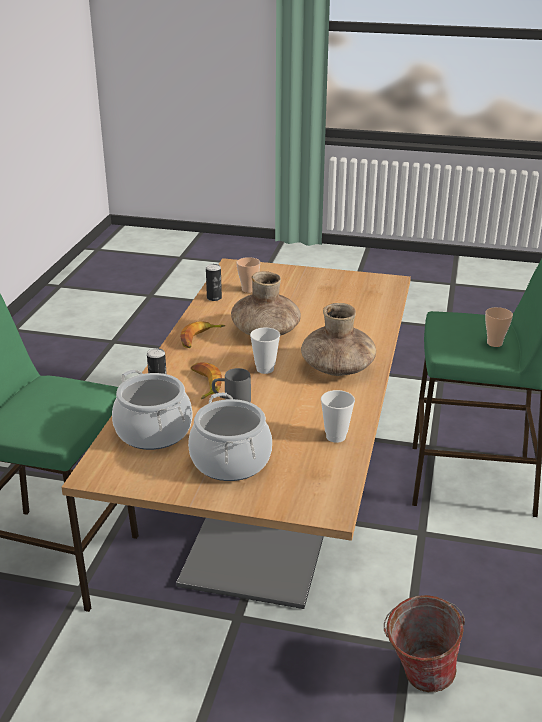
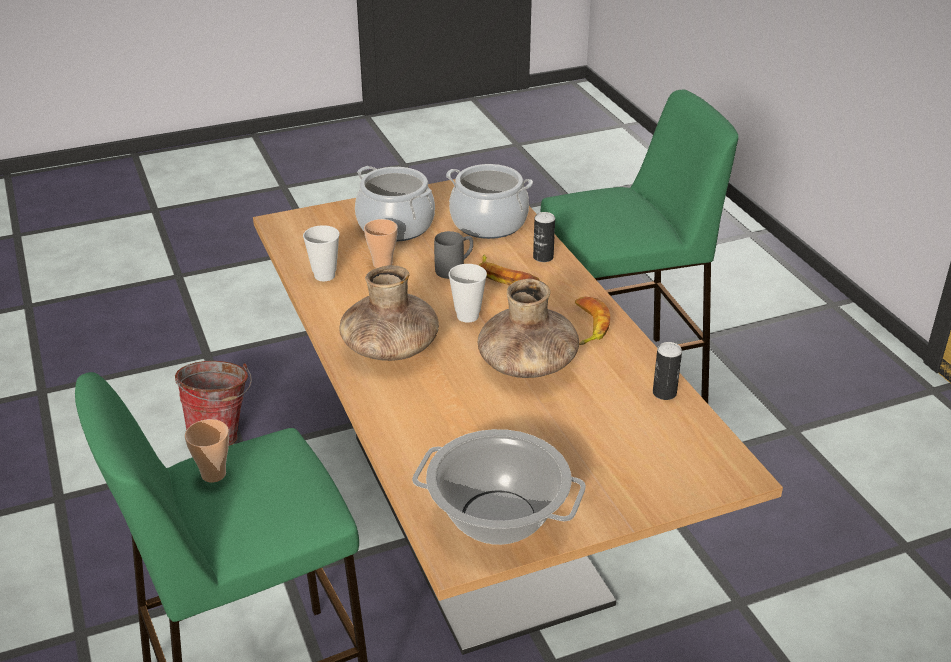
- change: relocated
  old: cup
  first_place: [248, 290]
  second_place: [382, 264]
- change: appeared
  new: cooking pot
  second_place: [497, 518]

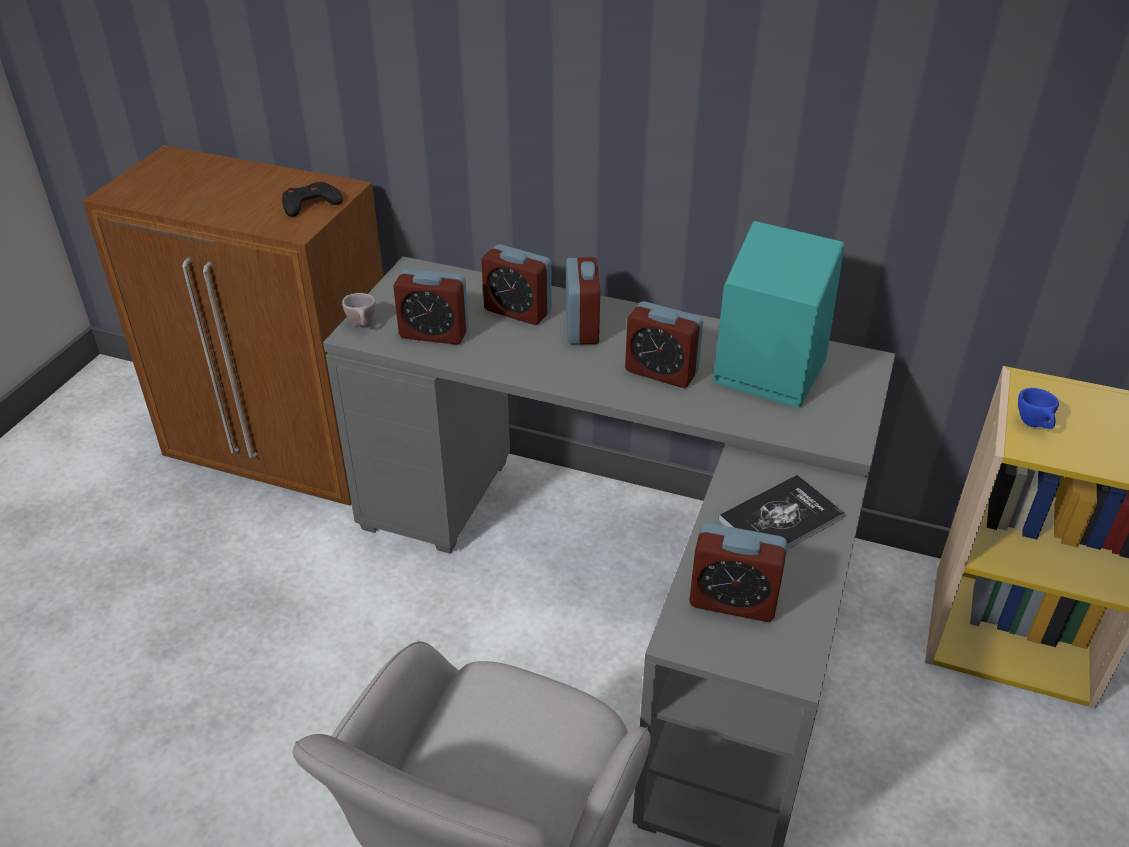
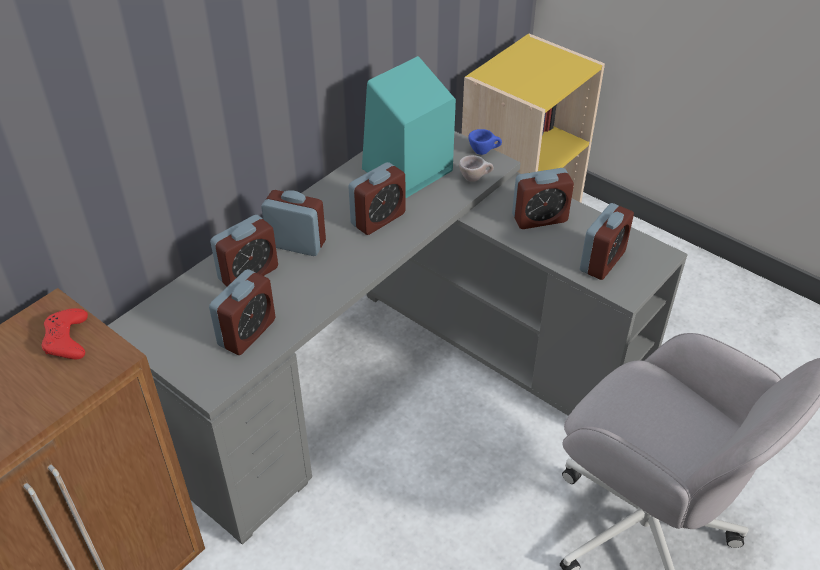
- change: colour
  old: black game controller
  new: red game controller
  first_place: [310, 204]
  second_place: [67, 339]
- change: relocated
  old: beige cup
  first_place: [363, 325]
  second_place: [475, 178]
- change: relocated
  old: blue cup
  first_place: [1035, 425]
  second_place: [484, 152]
- change: exchanged
  old: book
  new: alarm clock
  first_place: [780, 519]
  second_place: [539, 218]

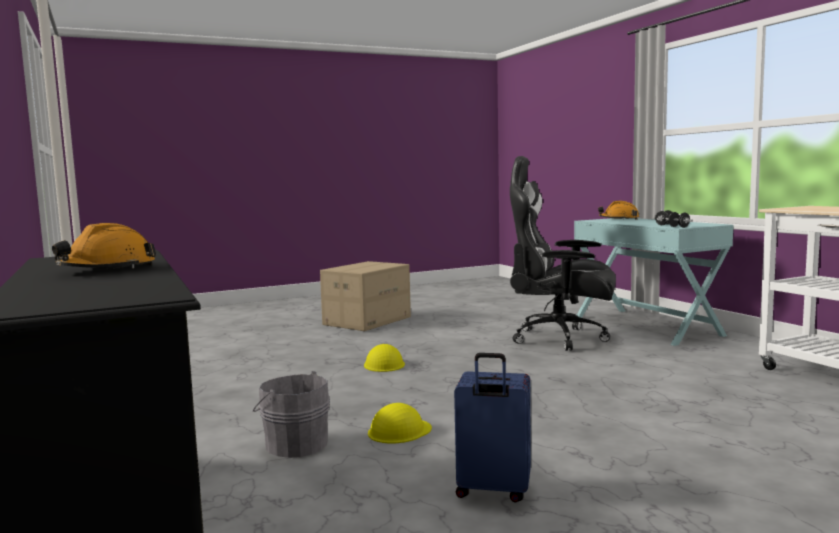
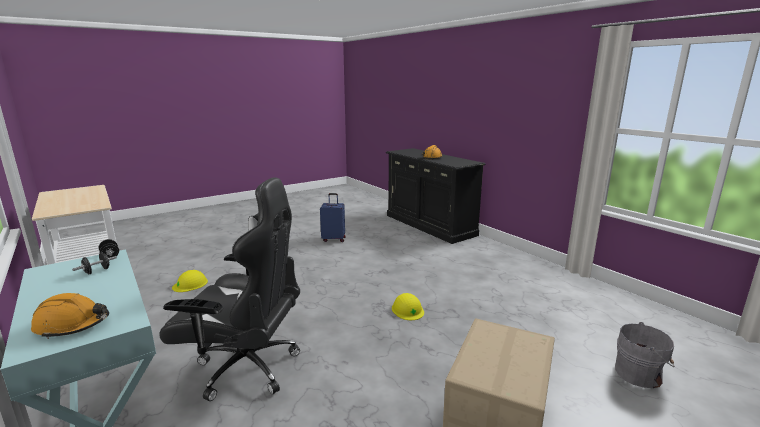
- change: relocated
  old: yellow hard hat
  first_place: [399, 431]
  second_place: [190, 284]
- change: relocated
  old: grey bucket
  first_place: [295, 444]
  second_place: [640, 374]

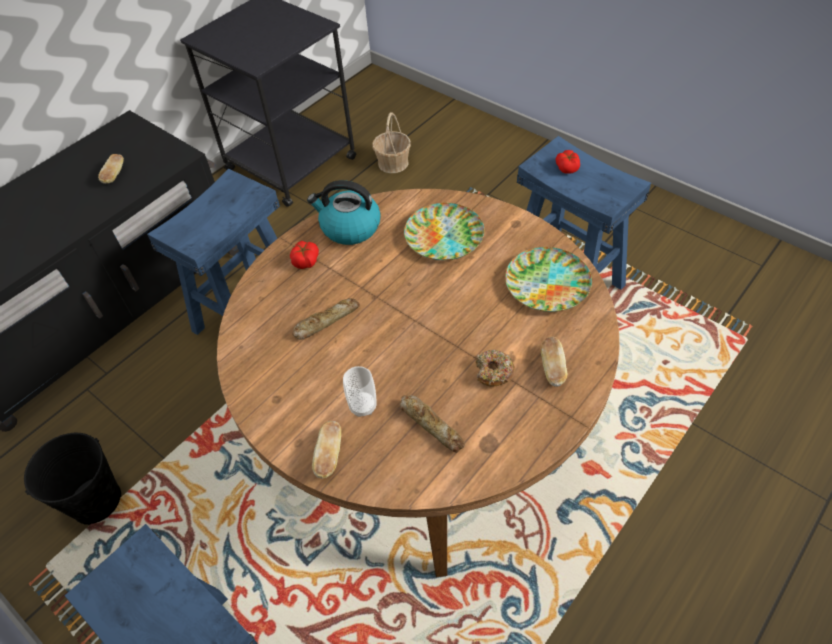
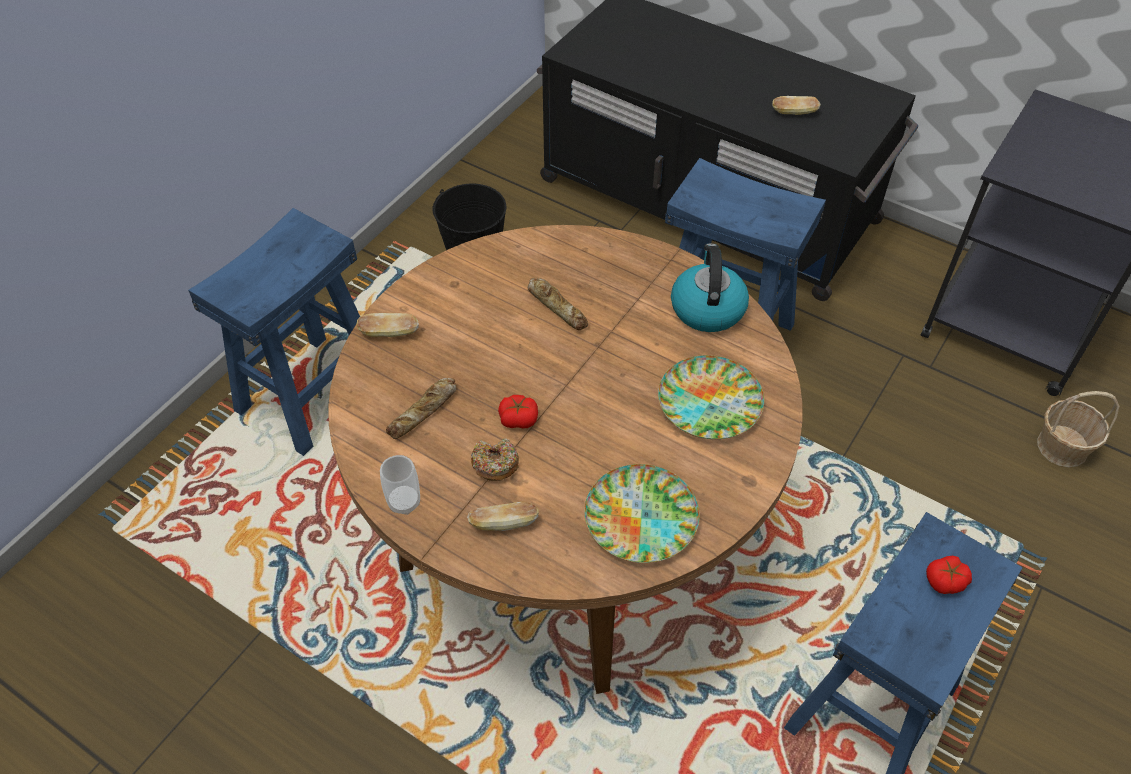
- change: relocated
  old: cup
  first_place: [363, 406]
  second_place: [404, 502]
- change: relocated
  old: tomato
  first_place: [305, 261]
  second_place: [518, 418]

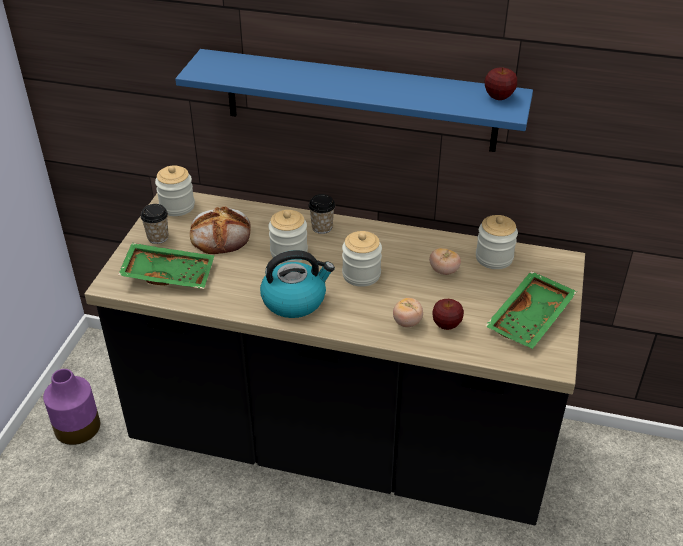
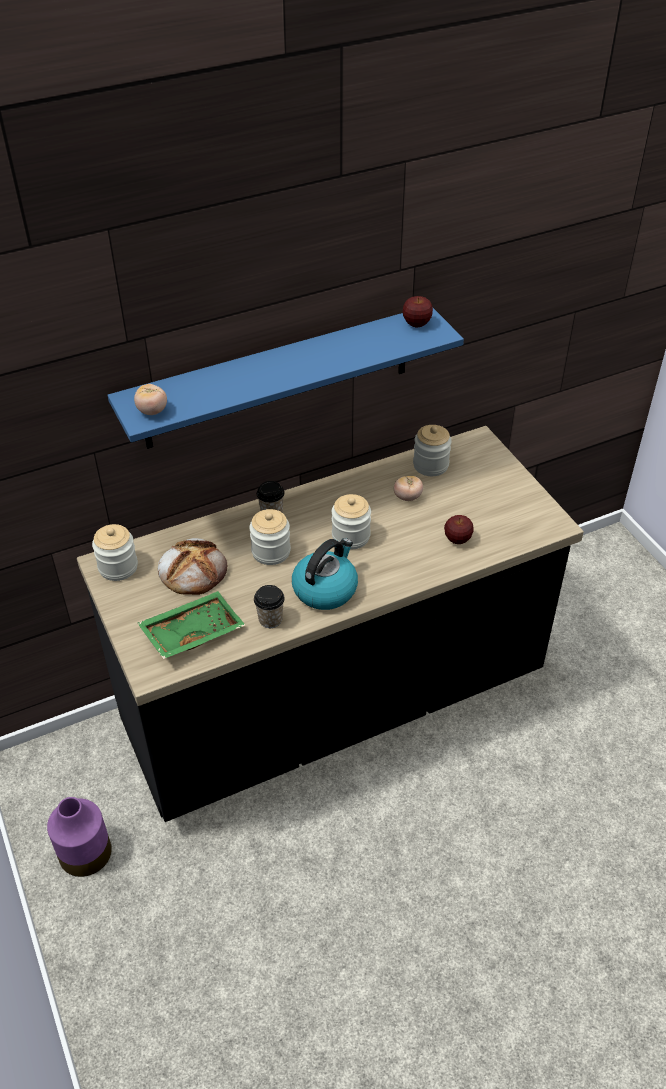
- change: relocated
  old: tomato
  first_place: [407, 322]
  second_place: [152, 411]
- change: relocated
  old: cup
  first_place: [158, 237]
  second_place: [270, 619]
- change: missing
  old: green tray
  first_place: [531, 319]

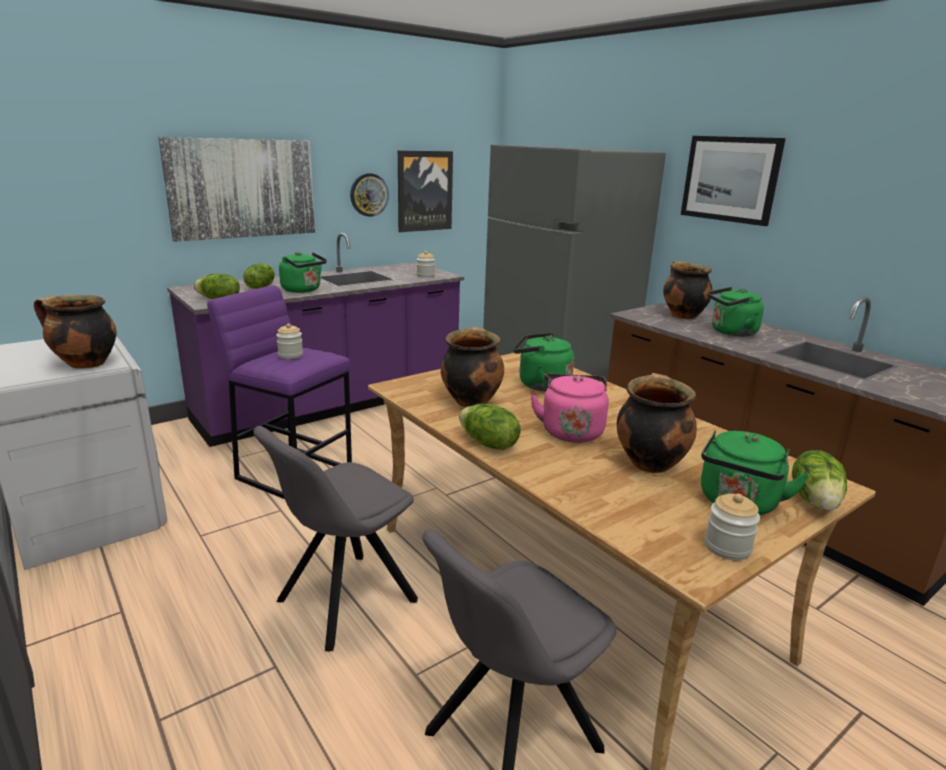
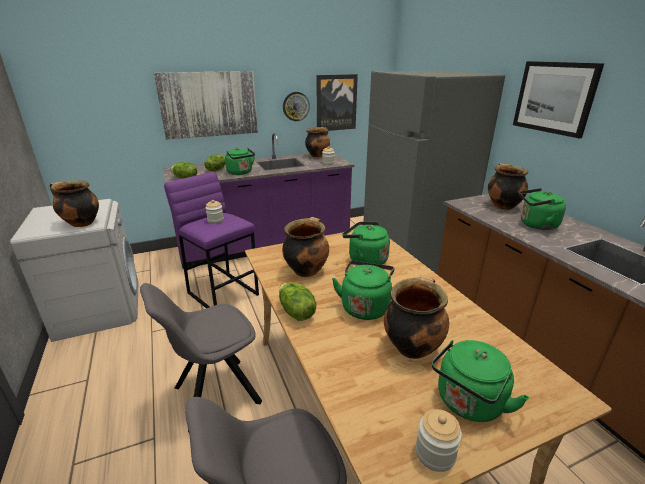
- change: appeared
  new: cooking pot
  second_place: [317, 156]
- change: colour
  old: pink kettle
  new: green kettle
  first_place: [571, 431]
  second_place: [365, 306]
- change: missing
  old: lettuce
  first_place: [815, 500]

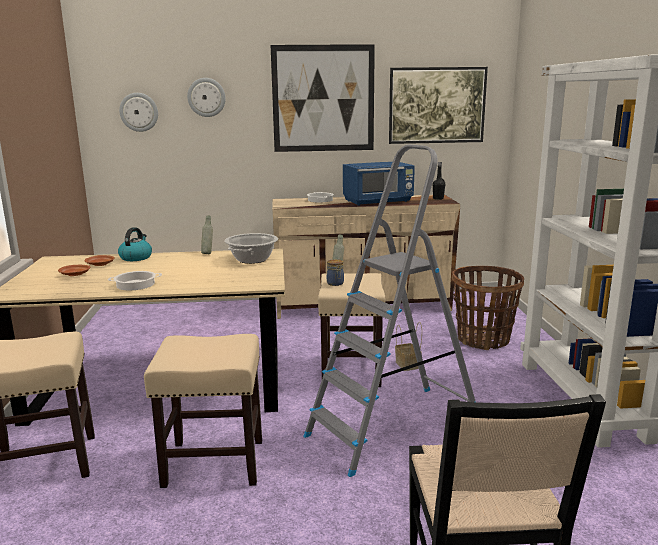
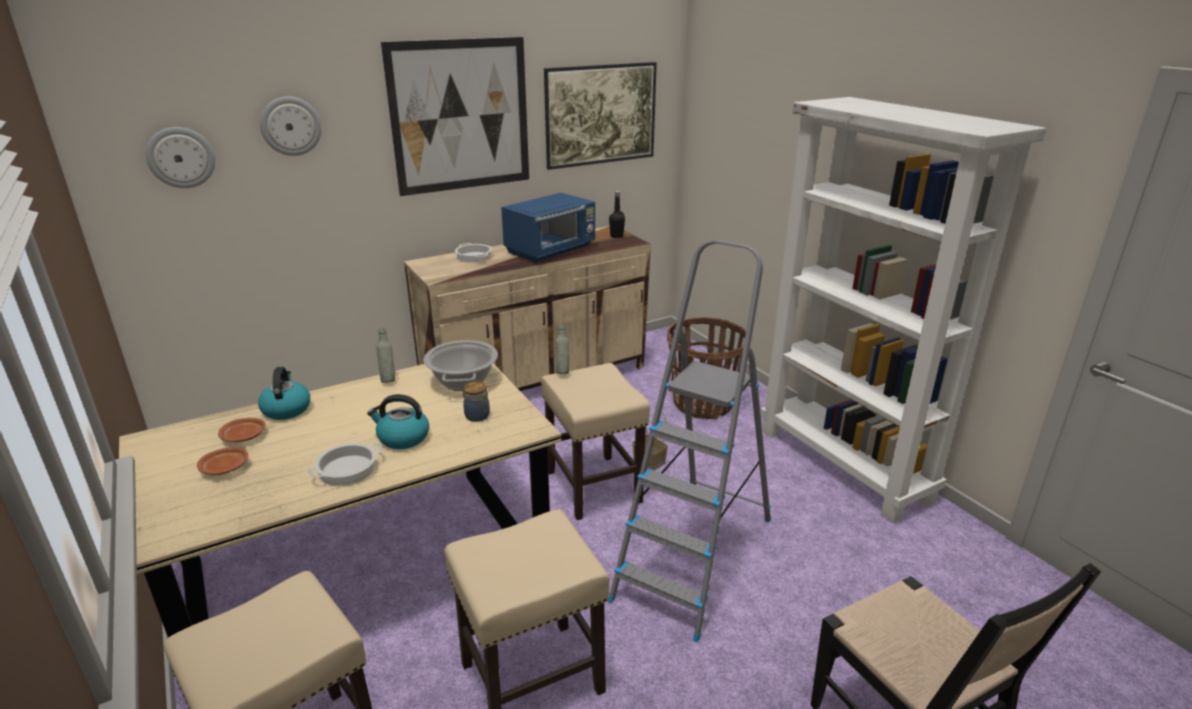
- change: appeared
  new: kettle
  second_place: [402, 438]
- change: relocated
  old: jar
  first_place: [335, 283]
  second_place: [478, 416]

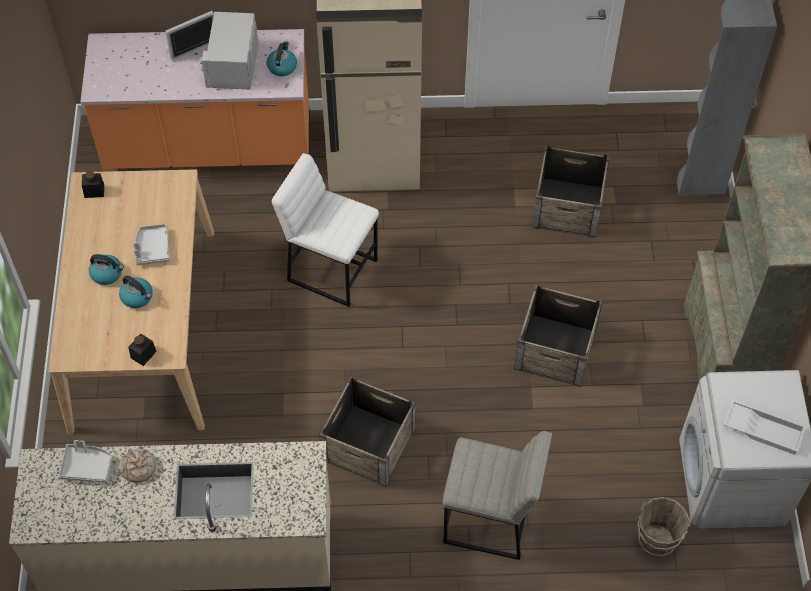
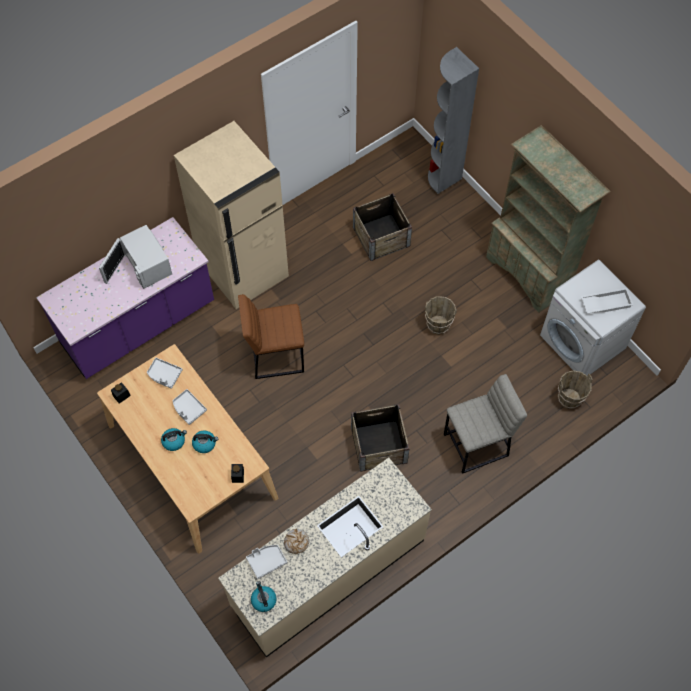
- change: colour
  old: orange counter
  new: purple counter
  first_place: [209, 146]
  second_place: [138, 324]
- change: appeared
  new: grey tray
  second_place: [164, 375]
- change: colour
  old: white chair
  new: brown chair
  first_place: [330, 269]
  second_place: [275, 356]
- change: relocated
  old: kettle
  first_place: [282, 66]
  second_place: [263, 600]
- change: exchanged
  old: crate
  new: brown bucket
  first_place: [556, 349]
  second_place: [438, 325]

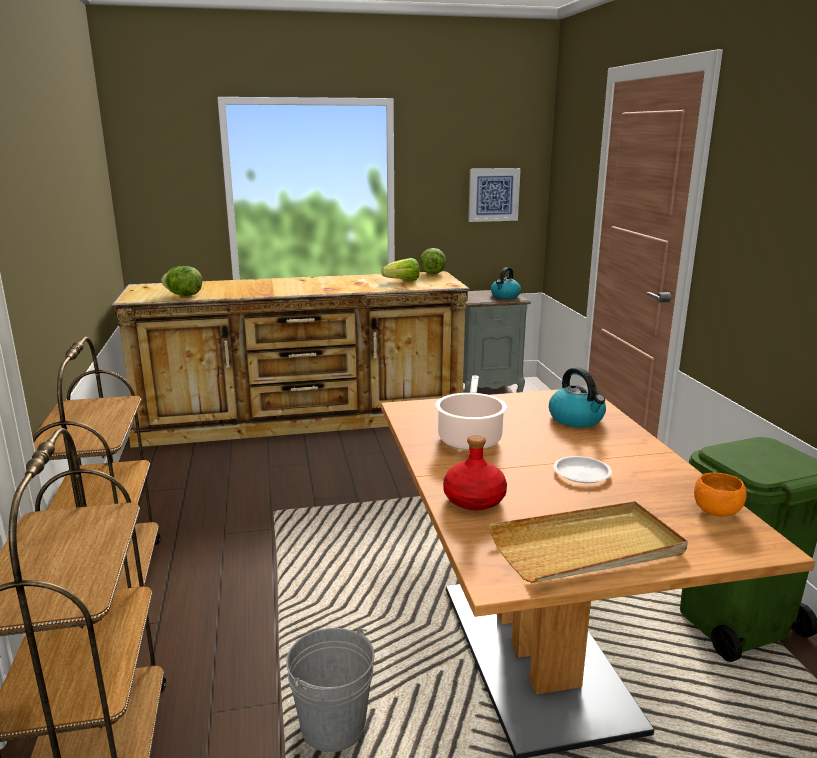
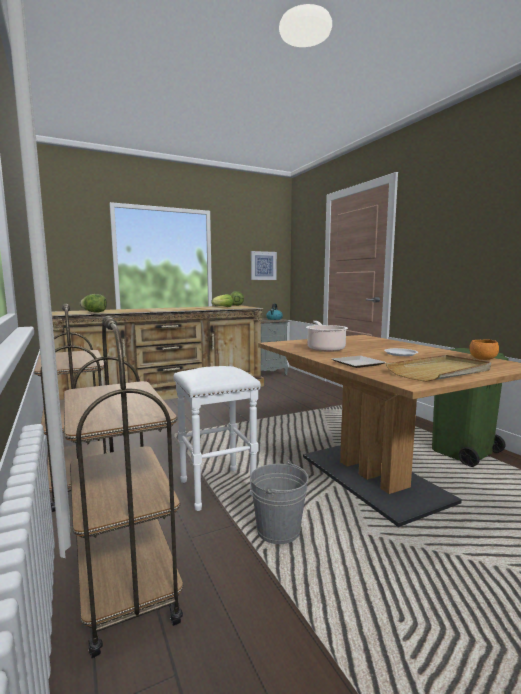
- change: appeared
  new: white stool
  second_place: [215, 487]
- change: exchanged
  old: red bottle
  new: plate
  first_place: [474, 499]
  second_place: [358, 363]
- change: missing
  old: kettle
  first_place: [577, 419]

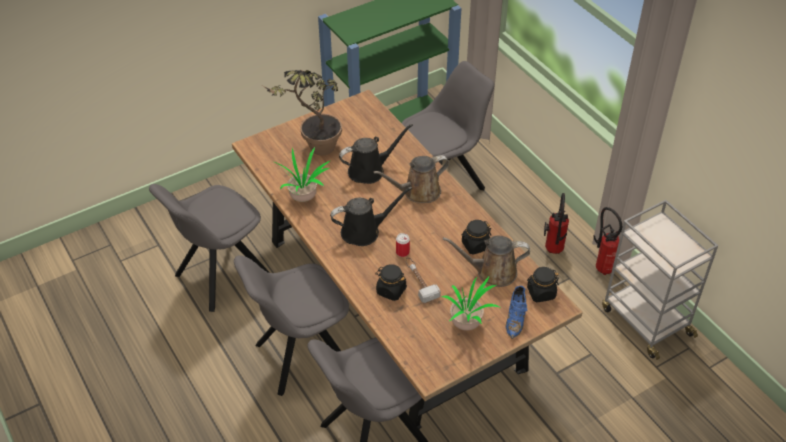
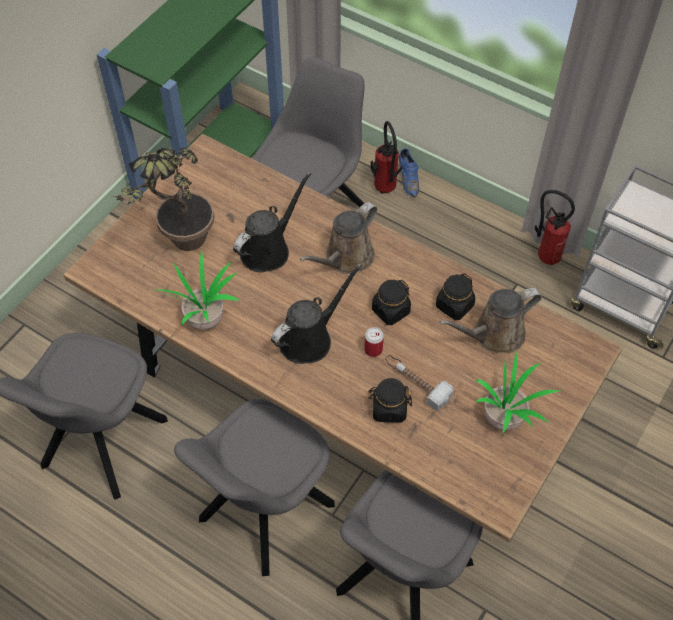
- change: relocated
  old: fire extinguisher
  first_place: [552, 251]
  second_place: [384, 191]
- change: relocated
  old: black jar
  first_place: [541, 293]
  second_place: [390, 311]
- change: relocated
  old: blue shoe
  first_place: [516, 318]
  second_place: [408, 179]

